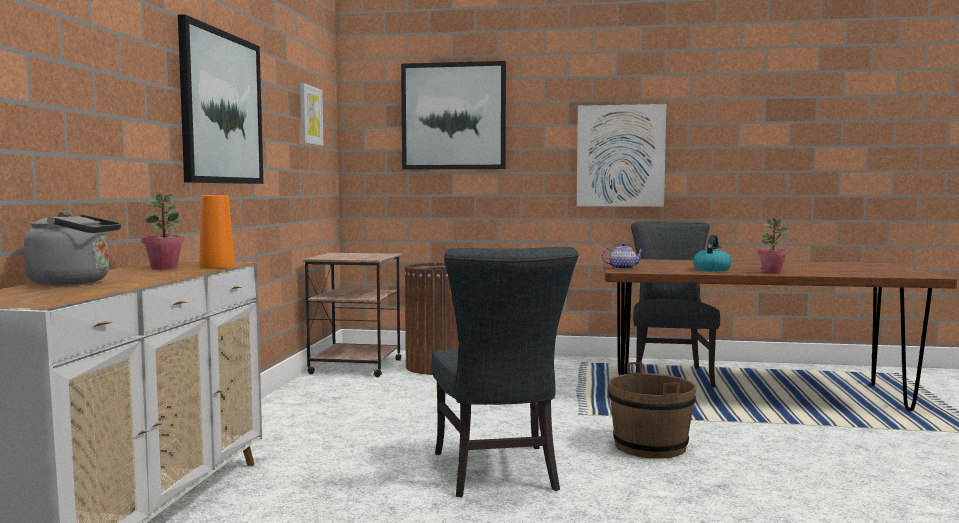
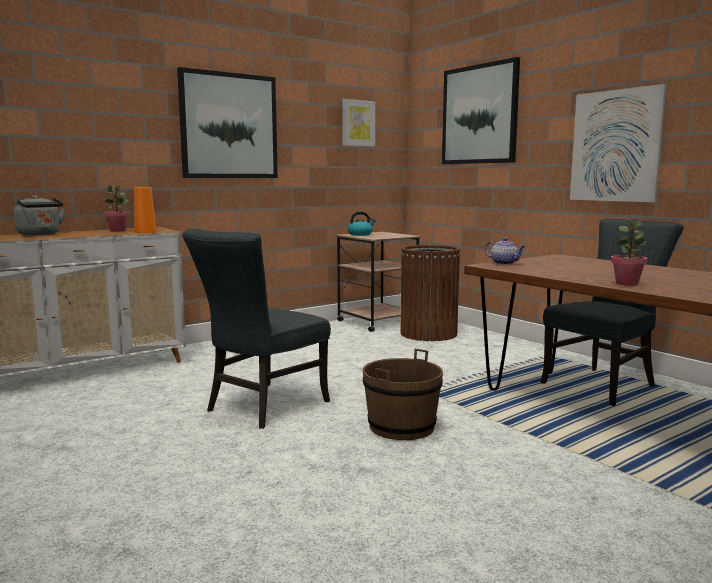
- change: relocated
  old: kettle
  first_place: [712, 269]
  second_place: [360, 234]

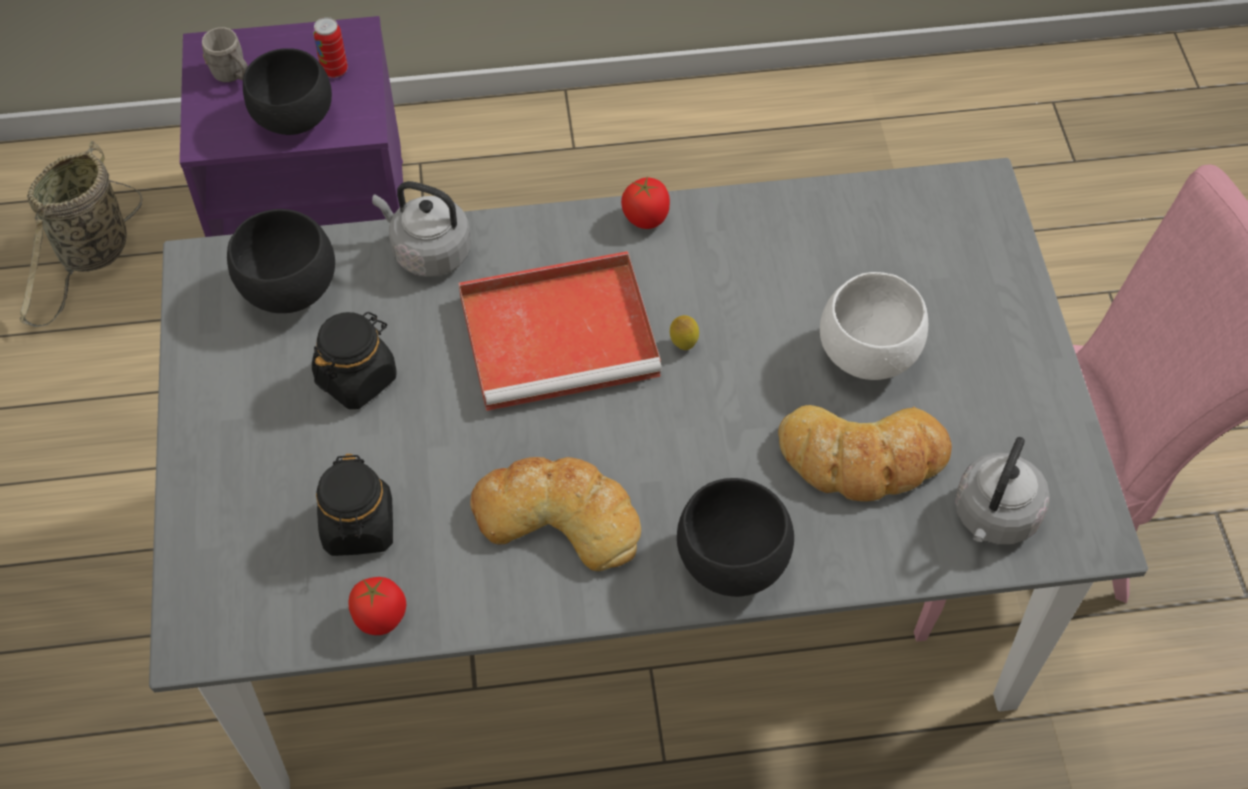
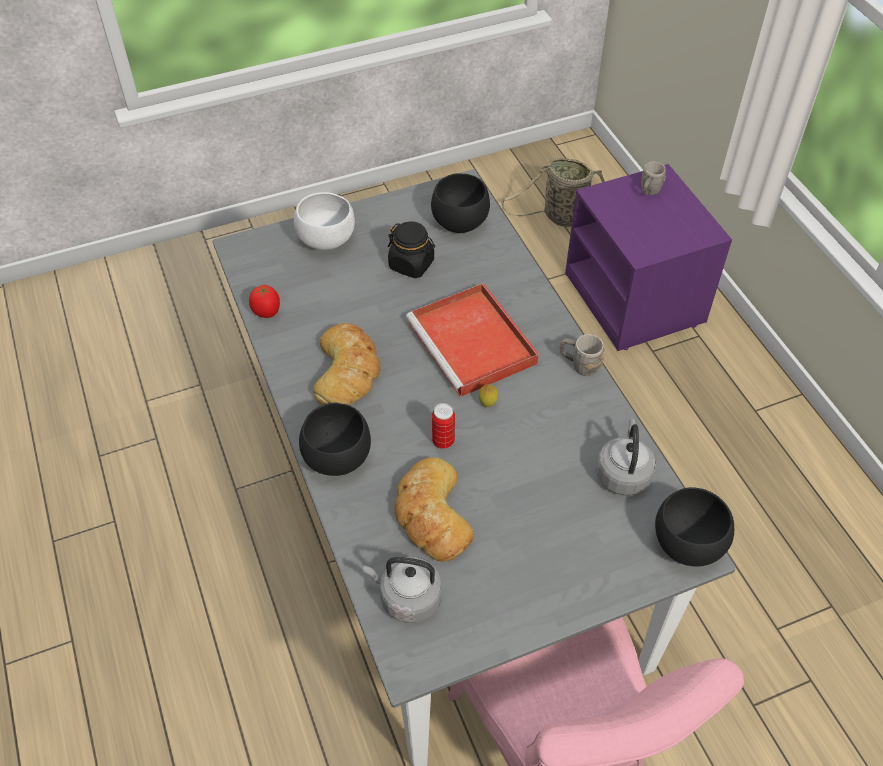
- change: relocated
  old: white bowl
  first_place: [865, 354]
  second_place: [327, 240]
- change: relocated
  old: can
  first_place: [334, 70]
  second_place: [443, 441]
- change: exchanged
  old: tomato
  new: grey mug
  first_place: [646, 218]
  second_place: [579, 365]
- change: relocated
  old: grey kettle
  first_place: [428, 251]
  second_place: [623, 473]
- change: relocated
  old: black bowl
  first_place: [295, 120]
  second_place: [686, 546]
- change: missing
  old: black jar
  first_place: [359, 527]

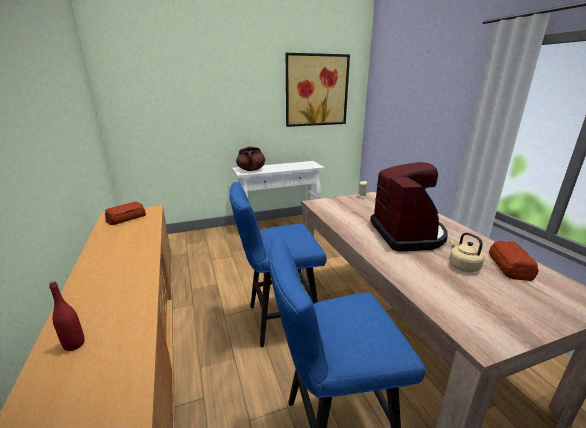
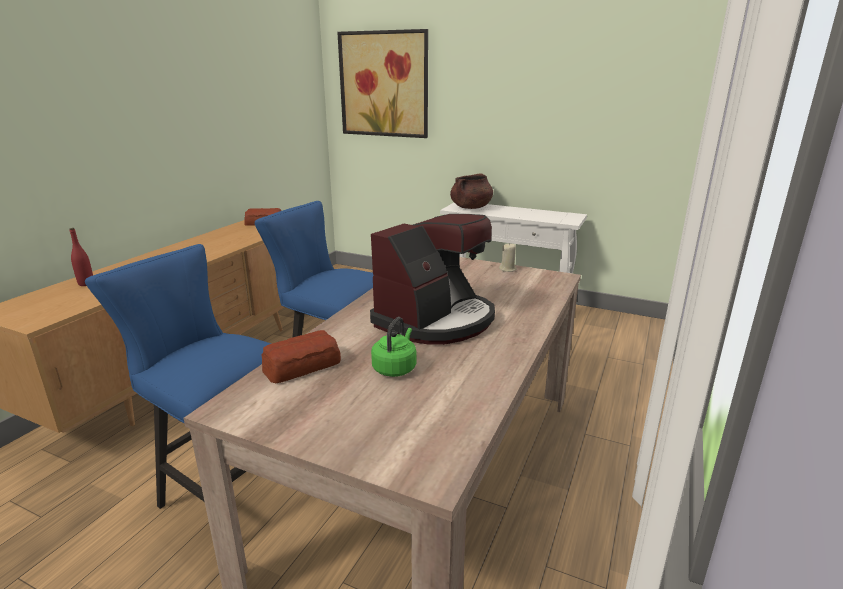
- change: relocated
  old: bread
  first_place: [510, 266]
  second_place: [303, 366]
- change: relocated
  old: picture
  first_place: [316, 90]
  second_place: [384, 84]
- change: colour
  old: beige kettle
  new: green kettle
  first_place: [462, 266]
  second_place: [395, 368]

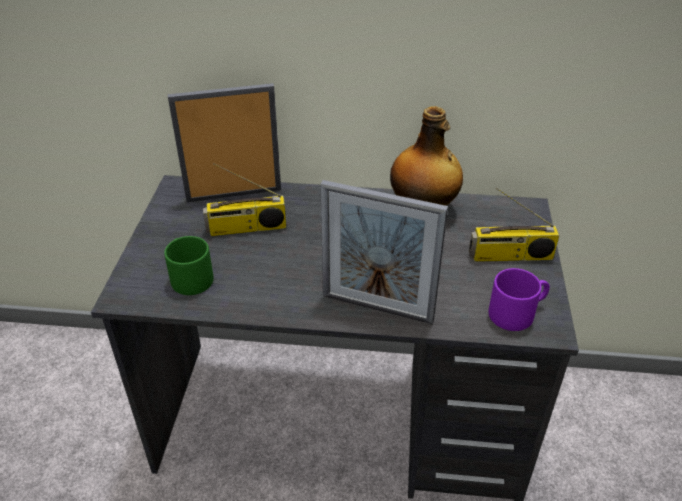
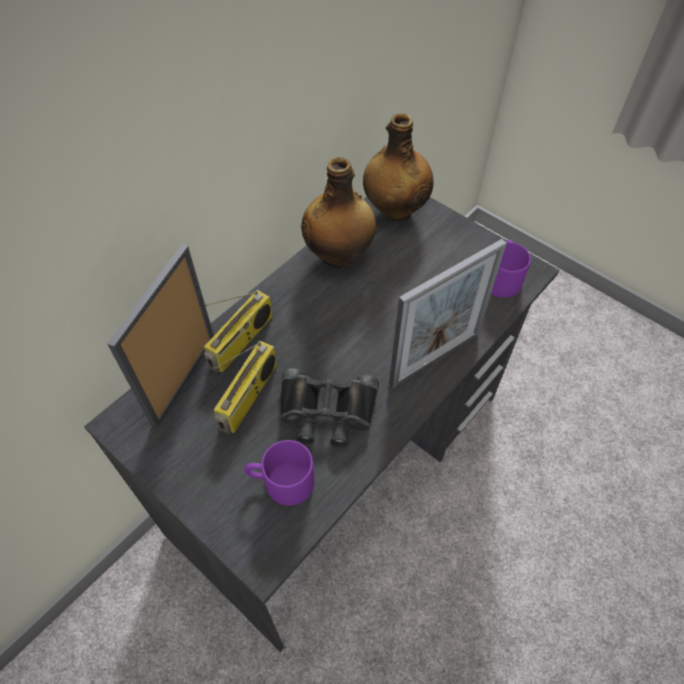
- change: relocated
  old: radio
  first_place: [510, 256]
  second_place: [241, 342]
- change: colour
  old: green mug
  new: purple mug
  first_place: [188, 276]
  second_place: [281, 483]
- change: appeared
  new: black binoculars
  second_place: [326, 412]
- change: appeared
  new: bottle
  second_place: [395, 210]

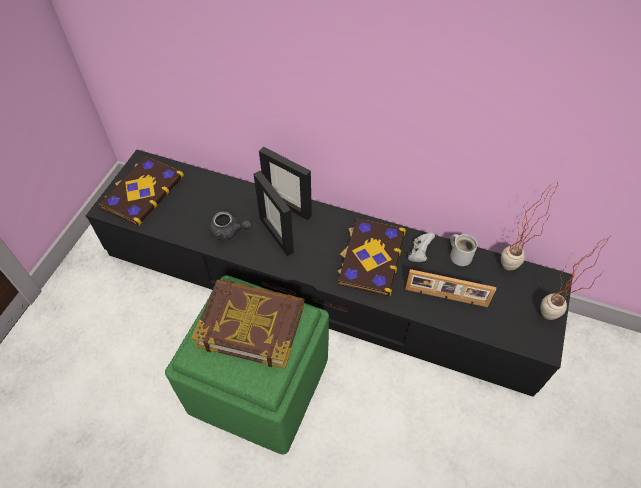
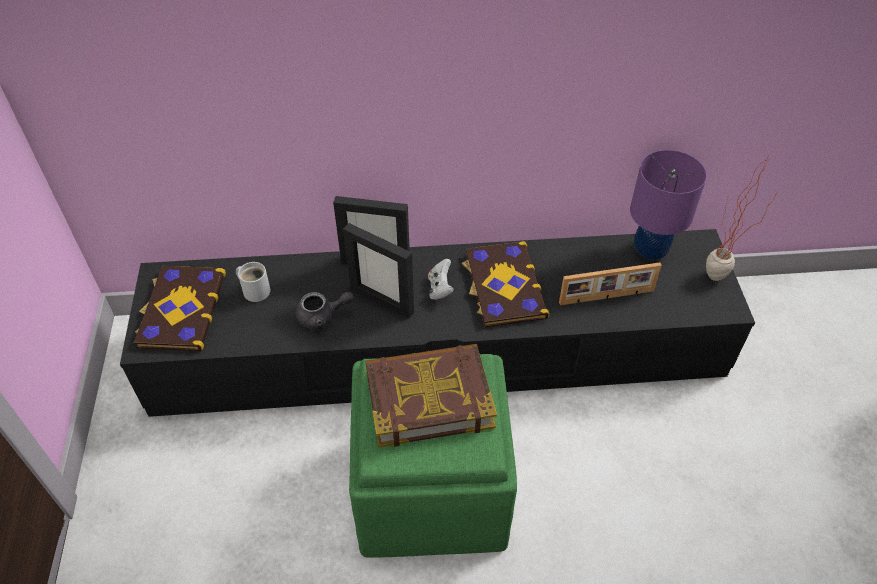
- change: relocated
  old: white mug
  first_place: [460, 255]
  second_place: [255, 289]
- change: relocated
  old: white game controller
  first_place: [419, 253]
  second_place: [440, 288]
- change: exchanged
  old: potted plant
  new: purple table lamp
  first_place: [505, 271]
  second_place: [650, 249]

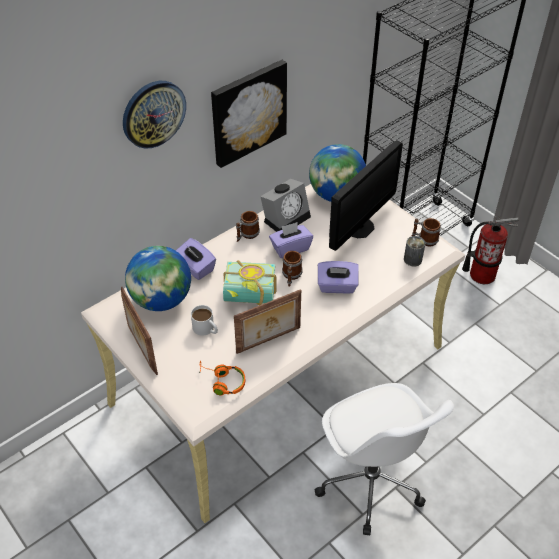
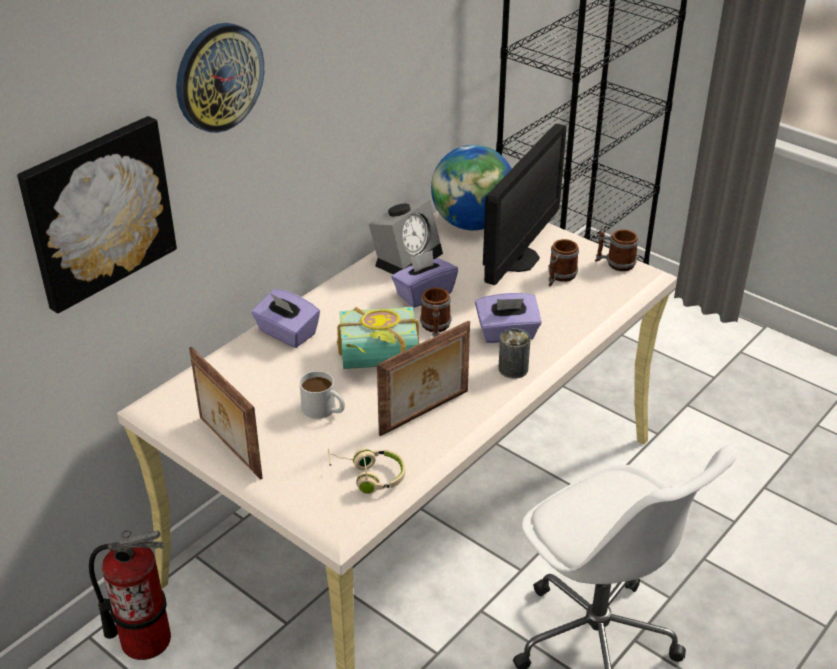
- change: relocated
  old: picture
  first_place: [247, 112]
  second_place: [97, 211]
- change: relocated
  old: fire extinguisher
  first_place: [482, 274]
  second_place: [145, 639]
- change: colour
  old: orange headphones
  new: beige headphones
  first_place: [222, 382]
  second_place: [367, 476]
- change: relocated
  old: can
  first_place: [412, 259]
  second_place: [513, 369]
- change: relocated
  old: mug
  first_place: [247, 235]
  second_place: [559, 277]
- change: missing
  old: globe
  first_place: [162, 300]

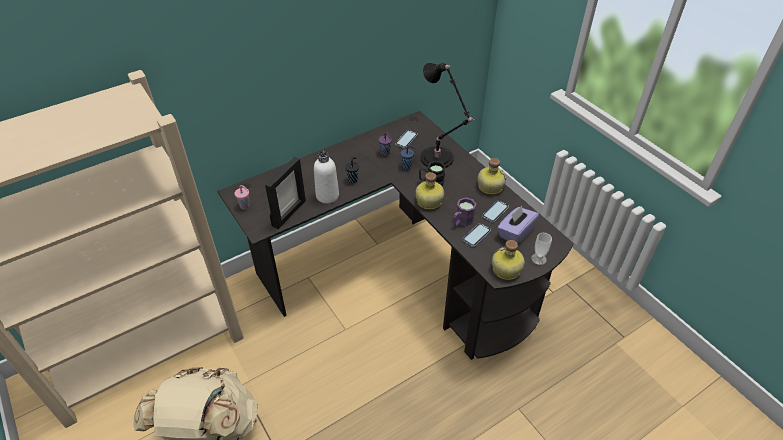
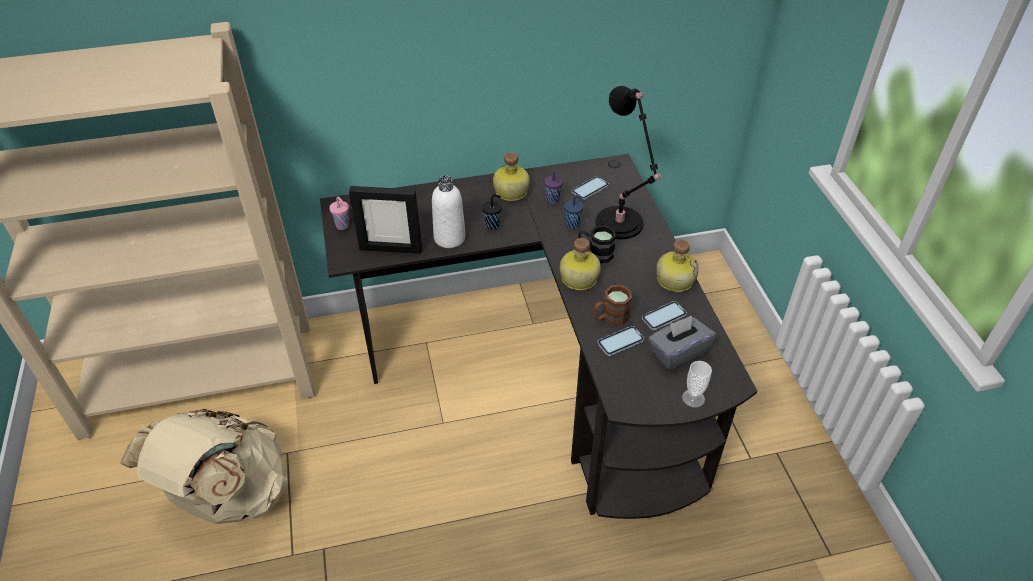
- change: spun
  old: picture frame
  first_place: [289, 213]
  second_place: [391, 248]
  degrees: 45
- change: relocated
  old: bottle
  first_place: [506, 270]
  second_place: [510, 192]
- change: colour
  old: purple mug
  new: brown mug
  first_place: [462, 221]
  second_place: [610, 317]
- change: colour
  old: purple tissue box
  new: grey tissue box
  first_place: [515, 233]
  second_place: [678, 353]

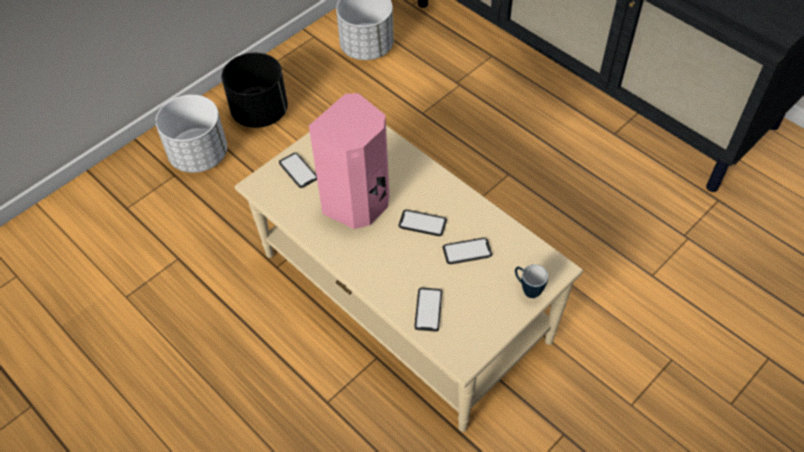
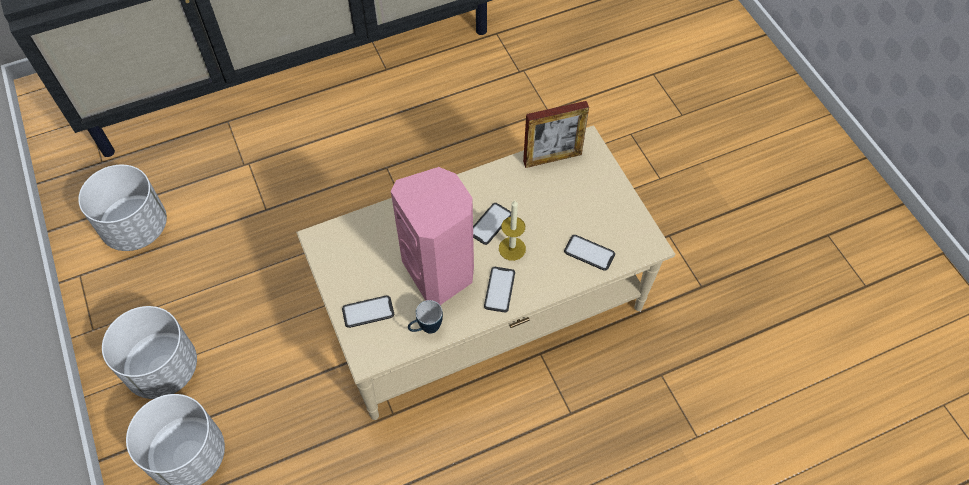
- change: colour
  old: black planter
  new: white planter
  first_place: [260, 112]
  second_place: [163, 369]
- change: relocated
  old: mug
  first_place: [527, 289]
  second_place: [426, 329]
- change: relocated
  old: phone
  first_place: [467, 251]
  second_place: [499, 289]
- change: appeared
  new: candle
  second_place: [512, 248]
- change: appeared
  new: picture frame
  second_place: [552, 158]

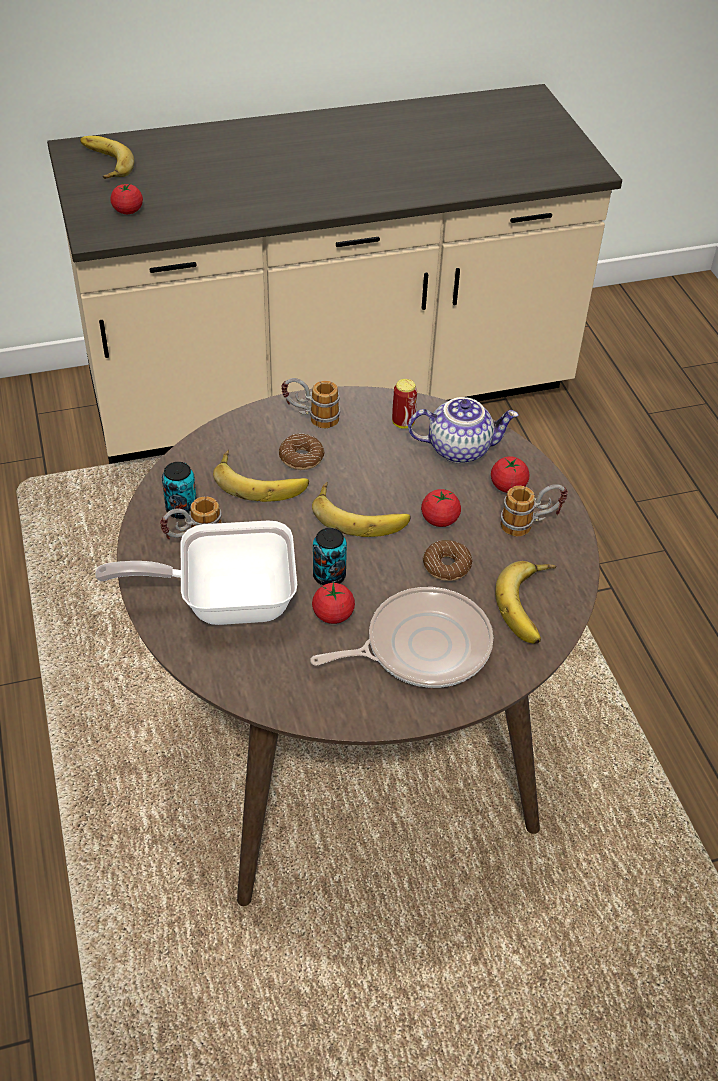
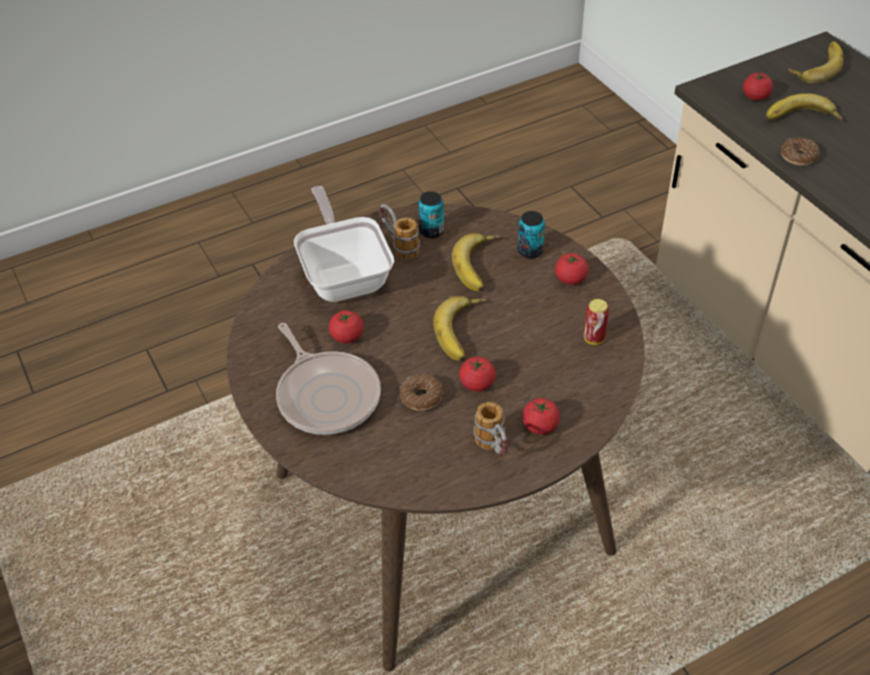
- change: relocated
  old: can
  first_place: [329, 576]
  second_place: [530, 251]
- change: exchanged
  old: mug
  new: tomato
  first_place: [311, 418]
  second_place: [570, 279]
- change: relocated
  old: banana
  first_place: [532, 606]
  second_place: [801, 119]
- change: relocated
  old: donut
  first_place: [301, 458]
  second_place: [798, 156]
- change: missing
  old: teapot
  first_place: [460, 448]

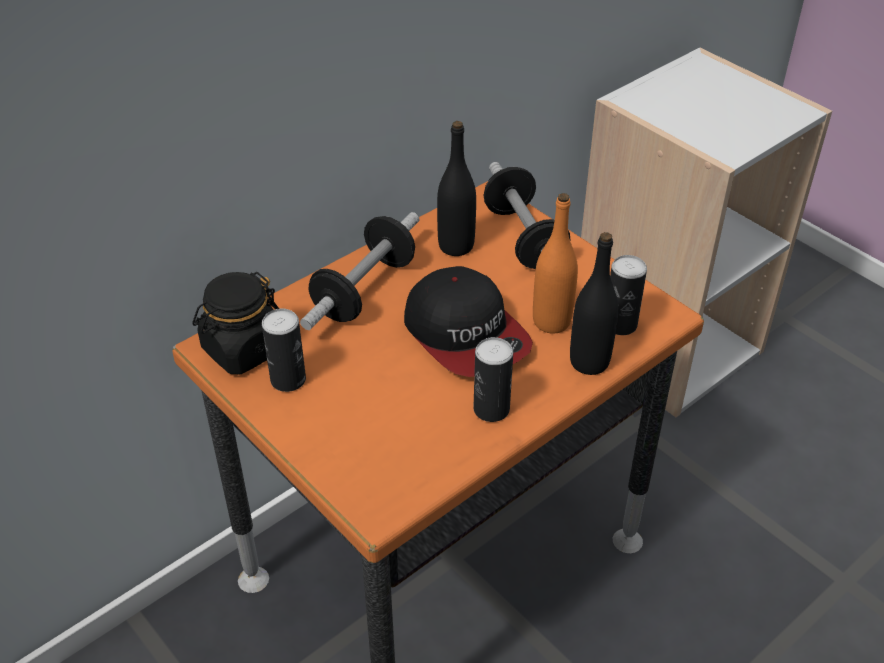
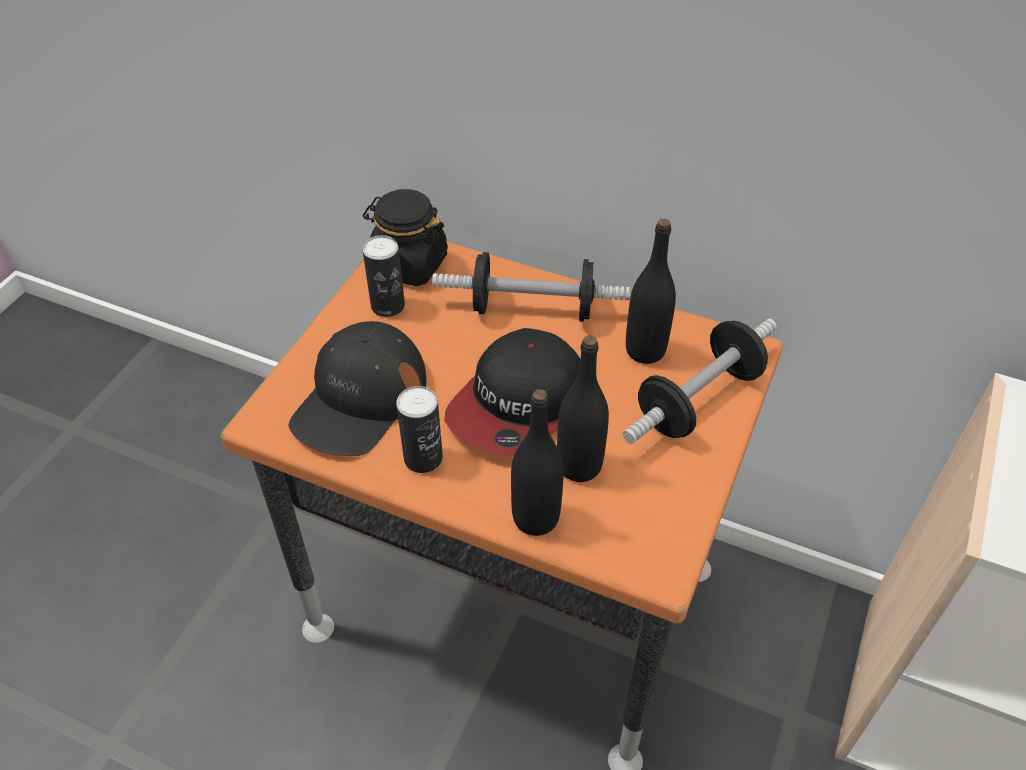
- change: appeared
  new: black cap
  second_place: [360, 398]
- change: colour
  old: orange bottle
  new: black bottle
  first_place: [551, 321]
  second_place: [579, 466]
- change: missing
  old: can
  first_place: [620, 324]

